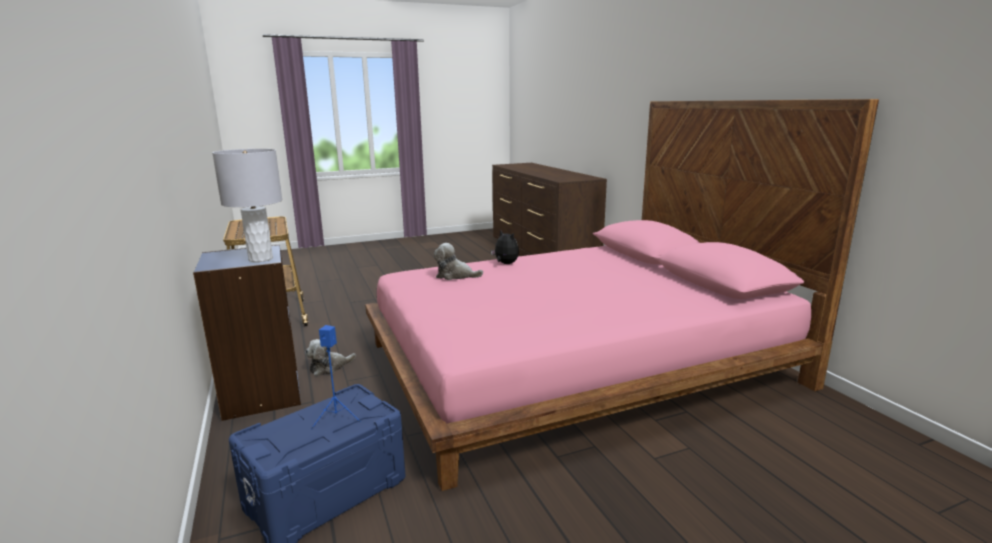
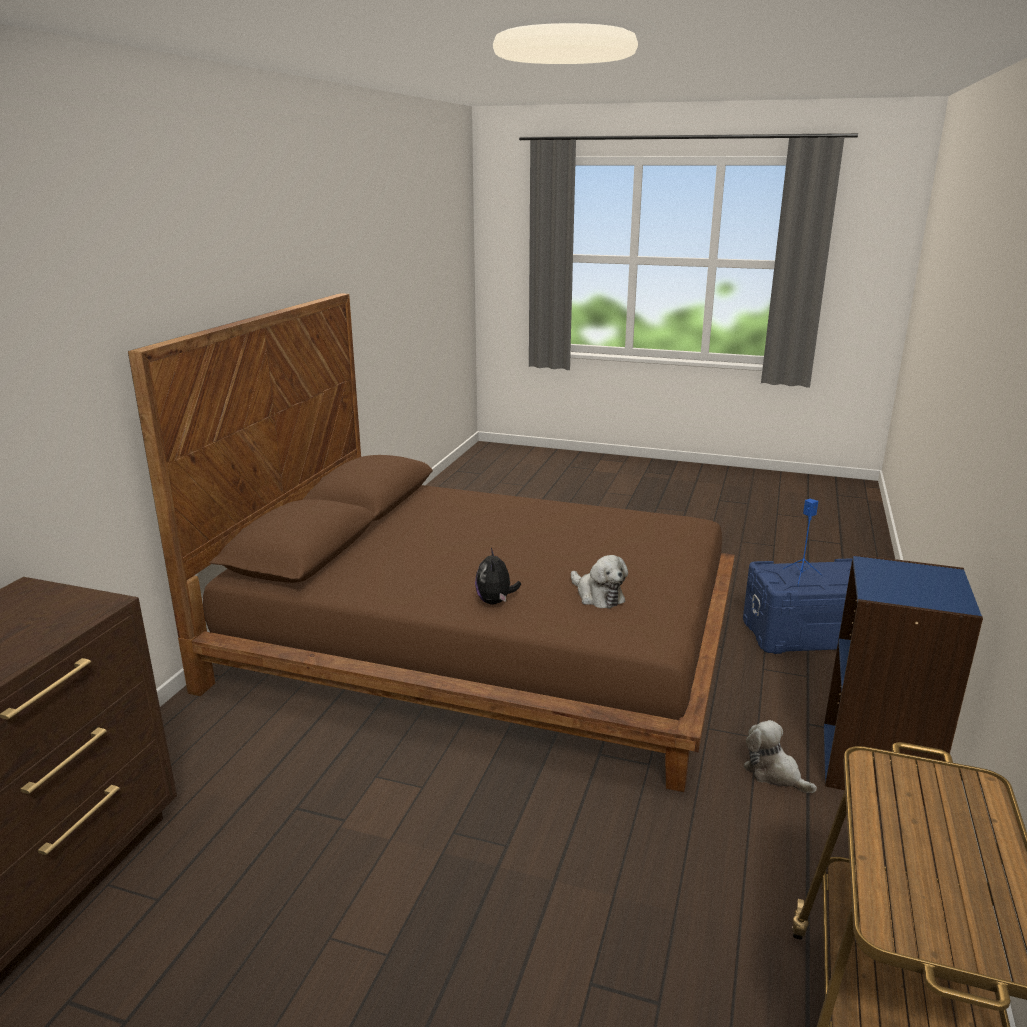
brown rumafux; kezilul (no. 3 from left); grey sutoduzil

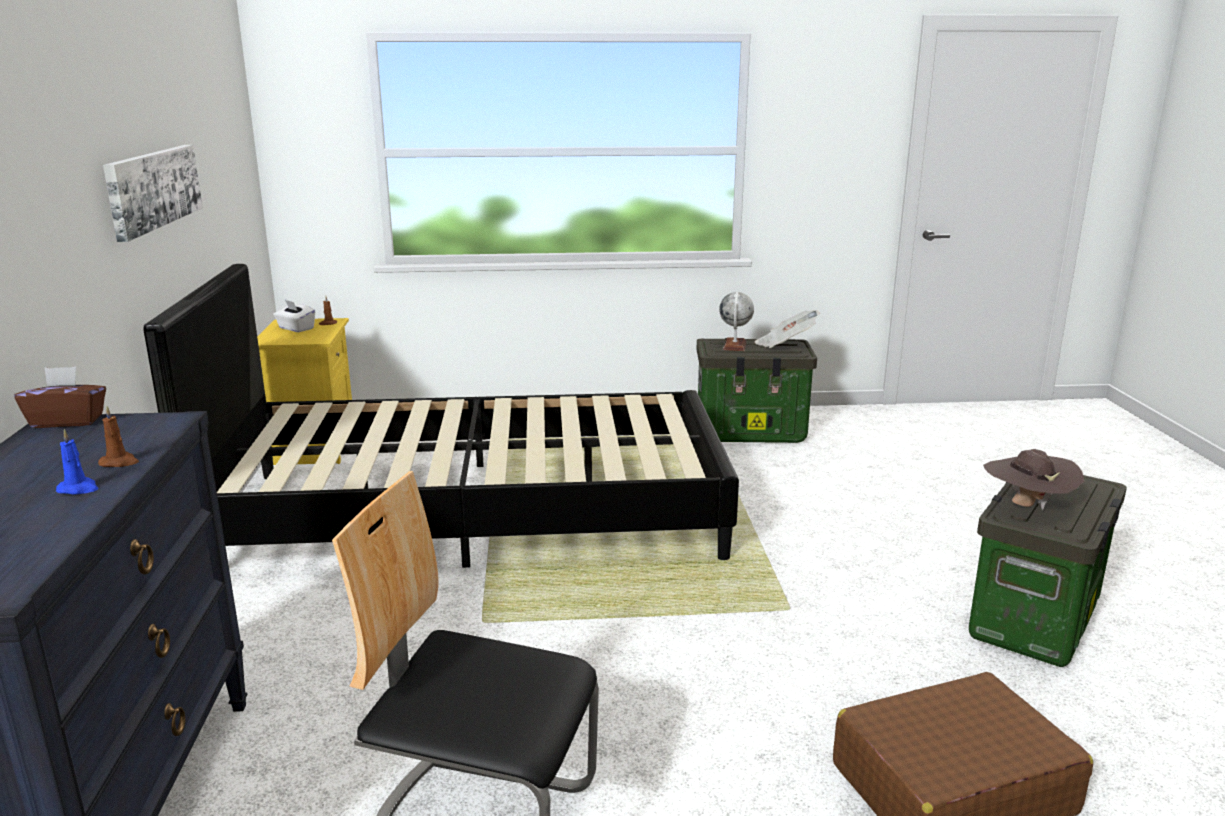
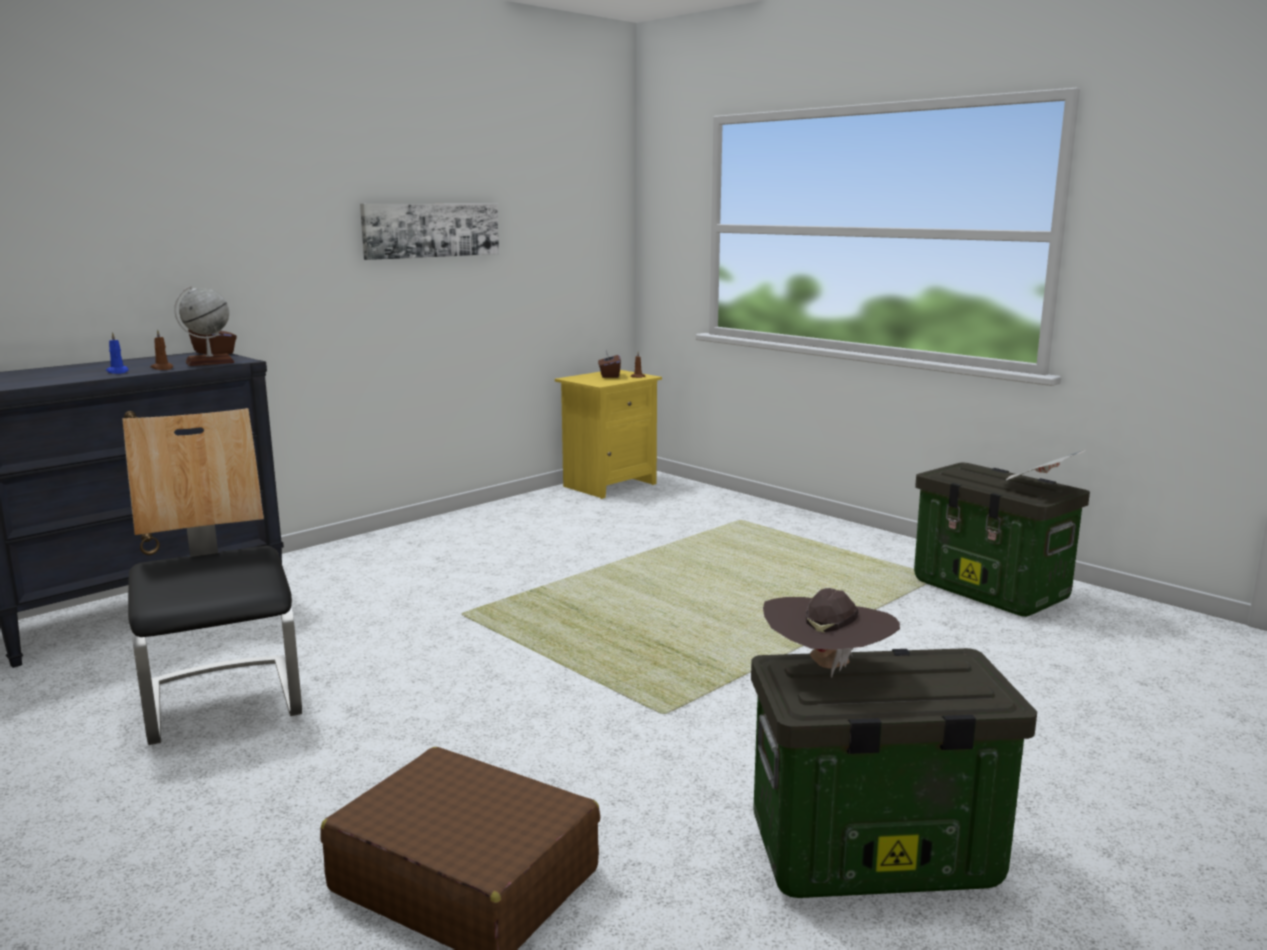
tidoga; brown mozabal (no. 2 from left); black rumafux

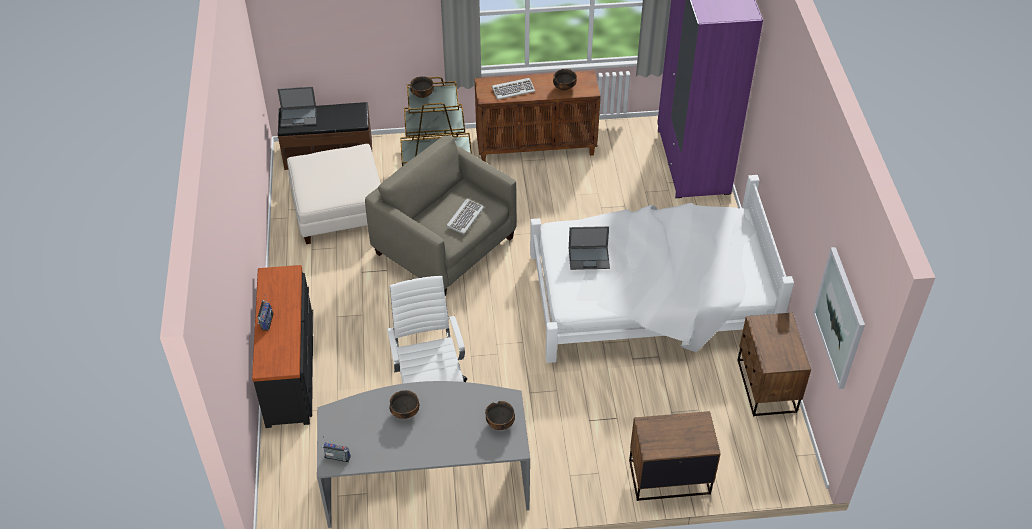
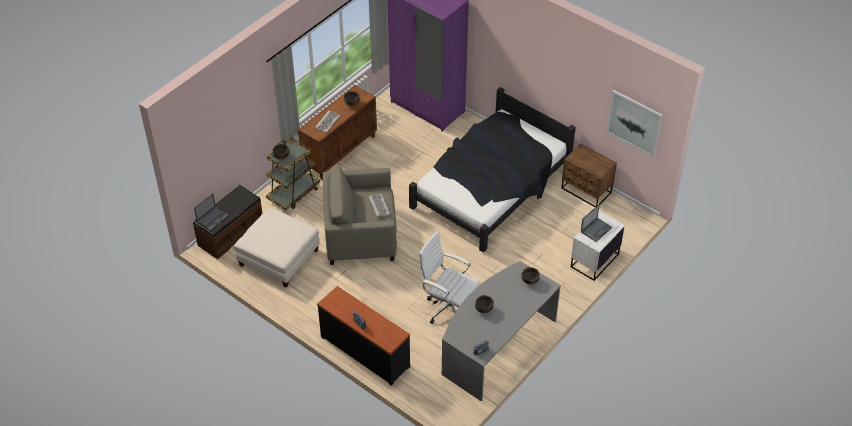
black rumafux; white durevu; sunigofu (no. 2 from left)

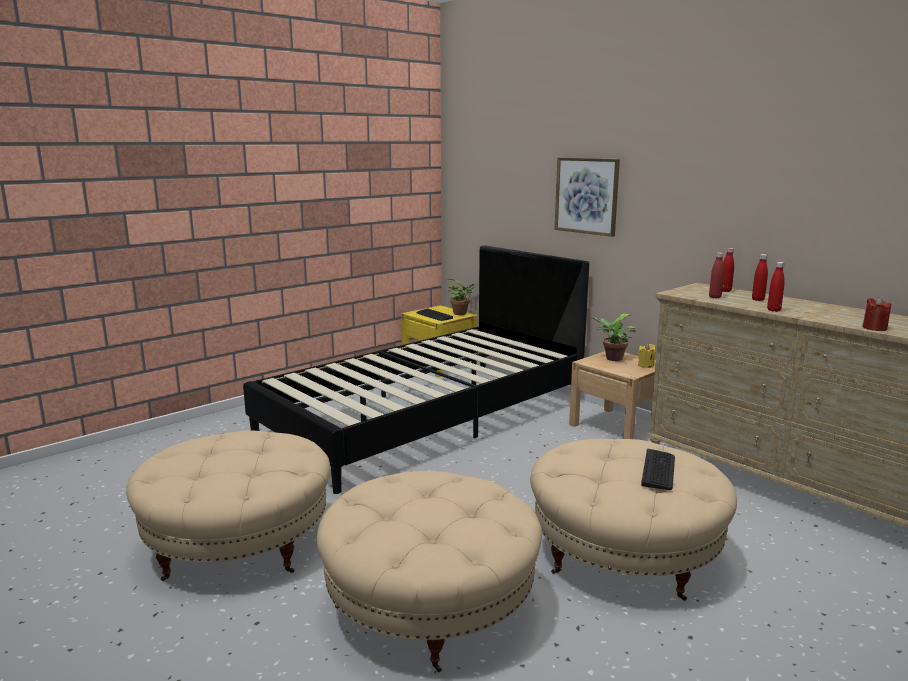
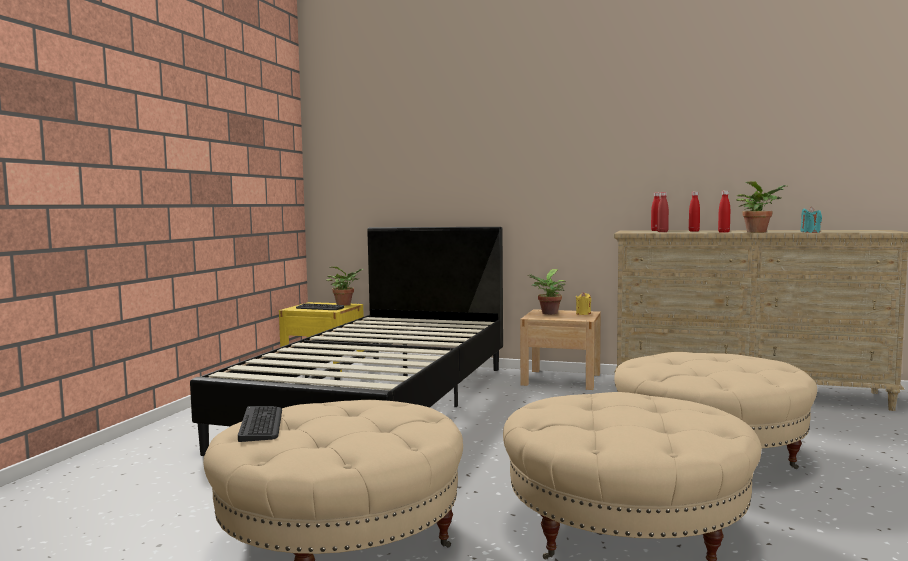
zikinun (no. 1 from left); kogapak (no. 3 from left); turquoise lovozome; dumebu

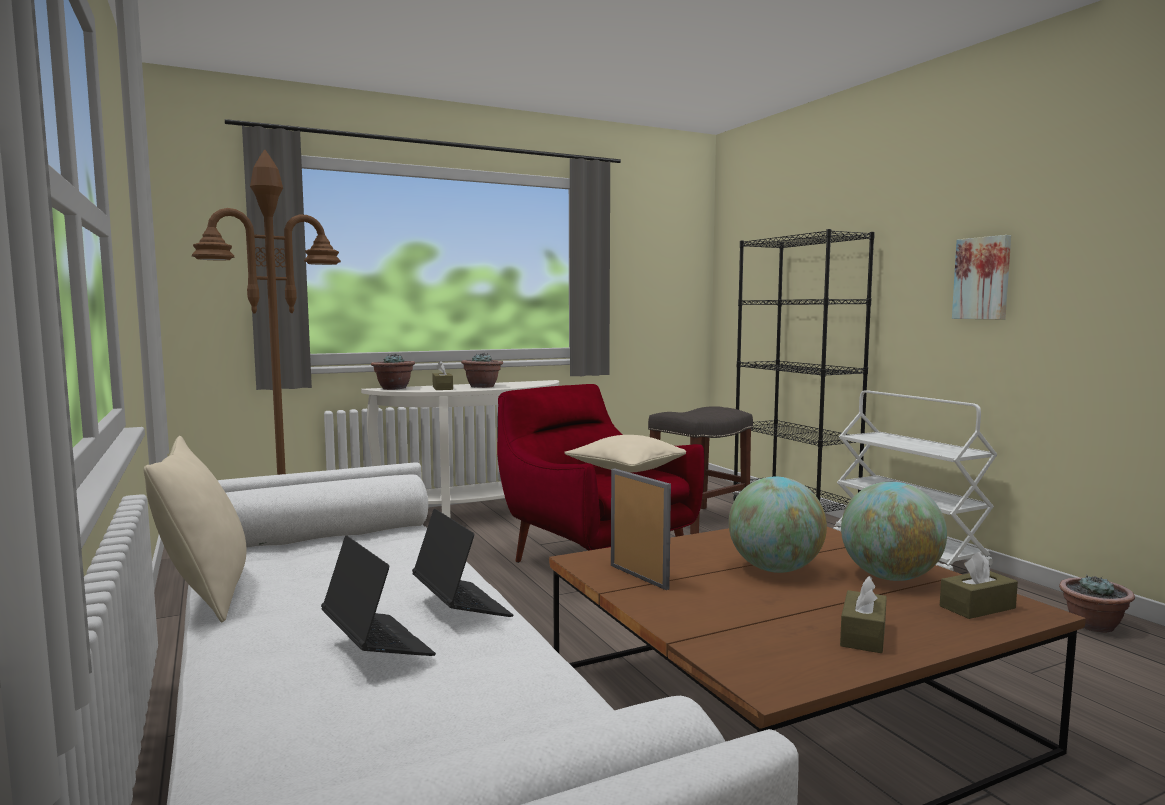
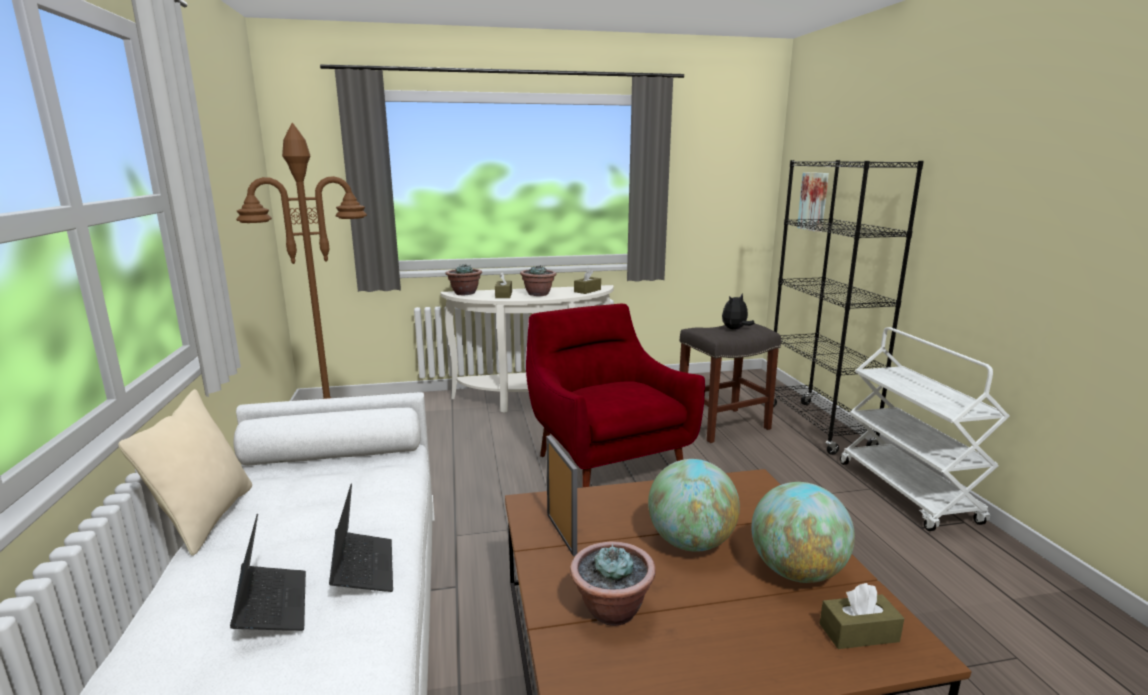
kogapak (no. 3 from left); brown mozabal (no. 2 from left); kezilul; dumebu; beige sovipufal (no. 2 from left in the first image)

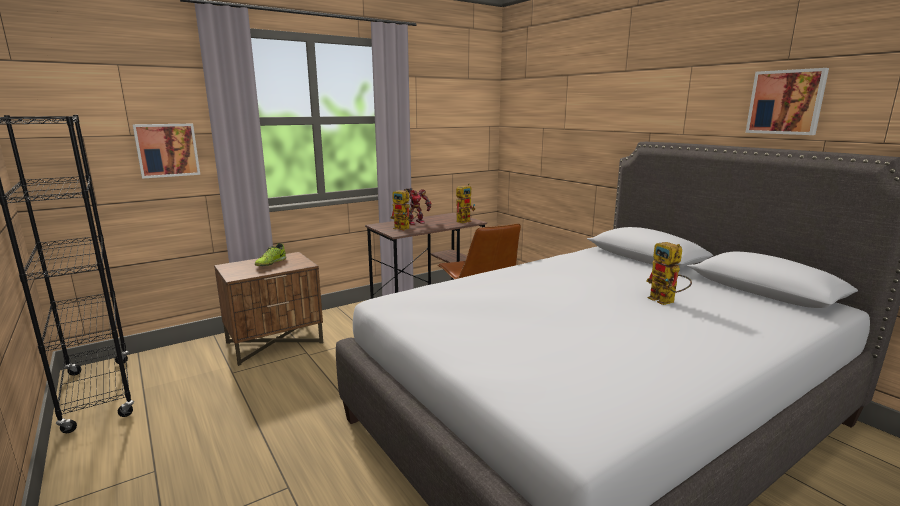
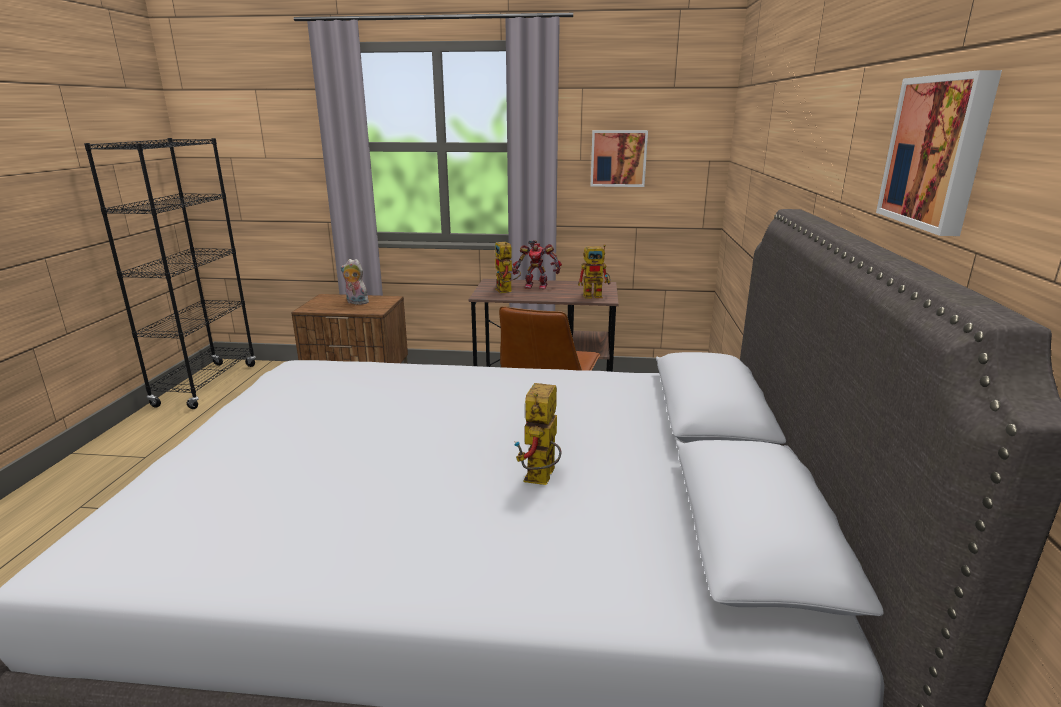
kezilul; dumebu (no. 1 from left)

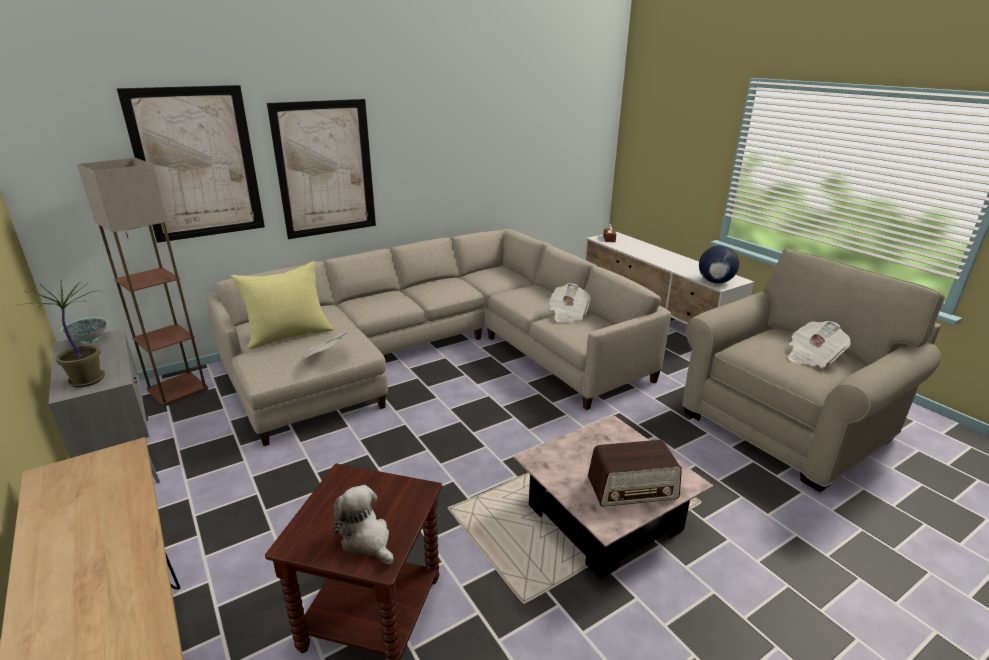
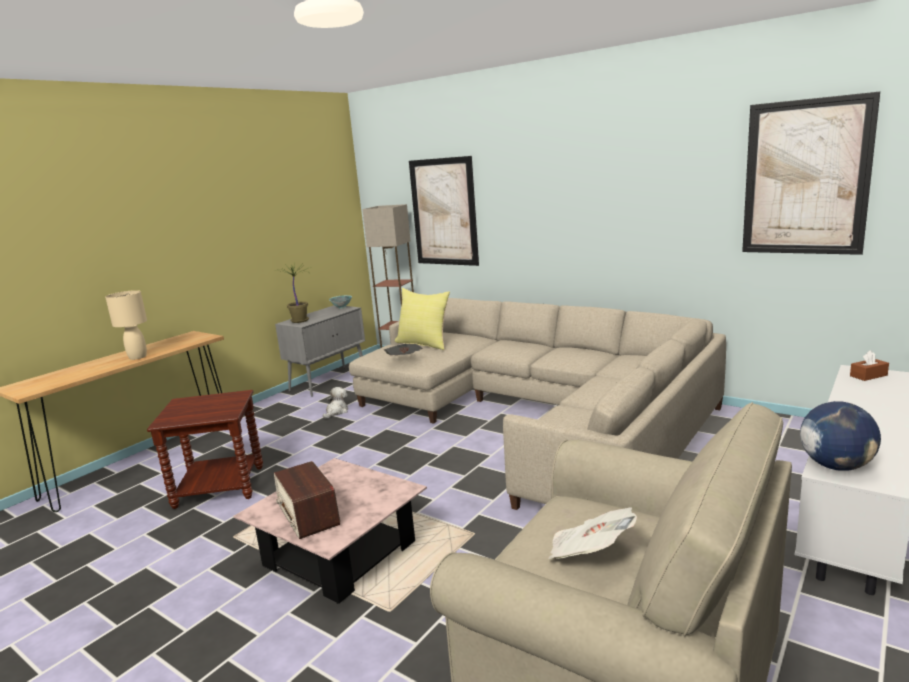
beige sutoduzil; kezilul; dumebu (no. 2 from left); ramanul (no. 2 from left in the first image)

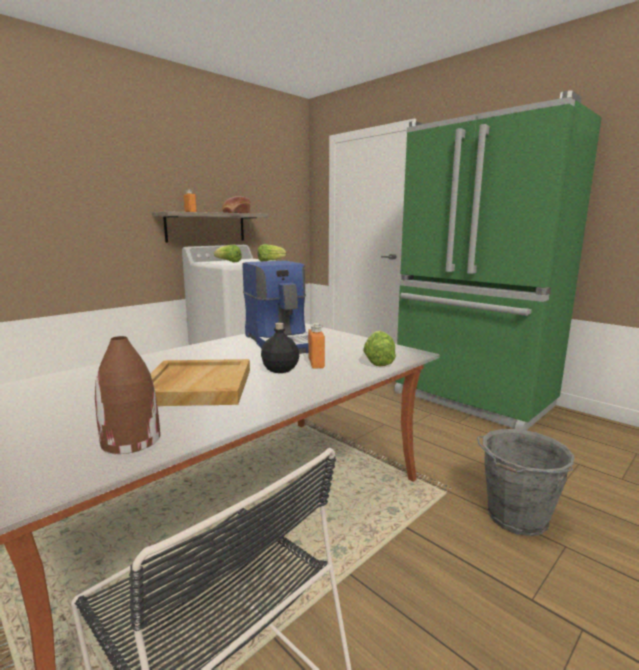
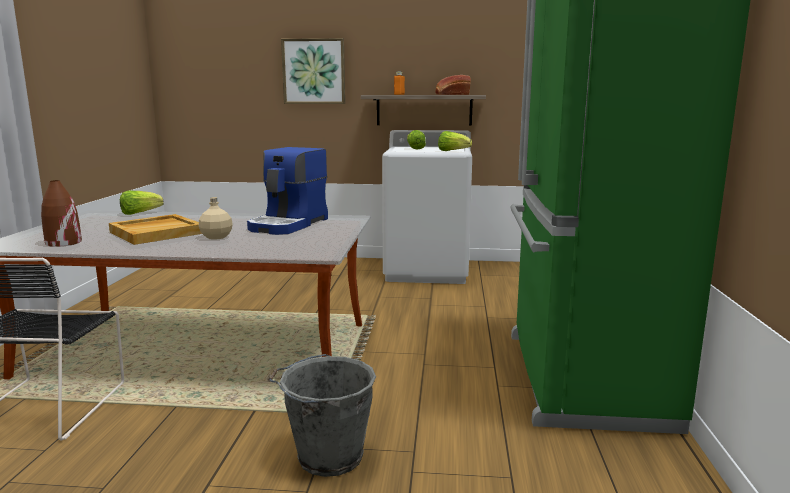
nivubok (no. 1 from left); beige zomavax; dumebu; orange zomavax (no. 2 from left in the first image)

